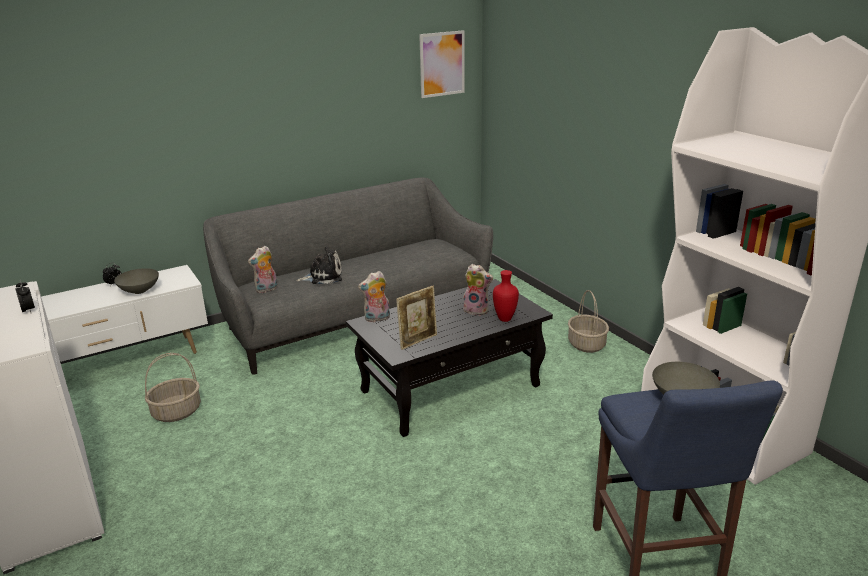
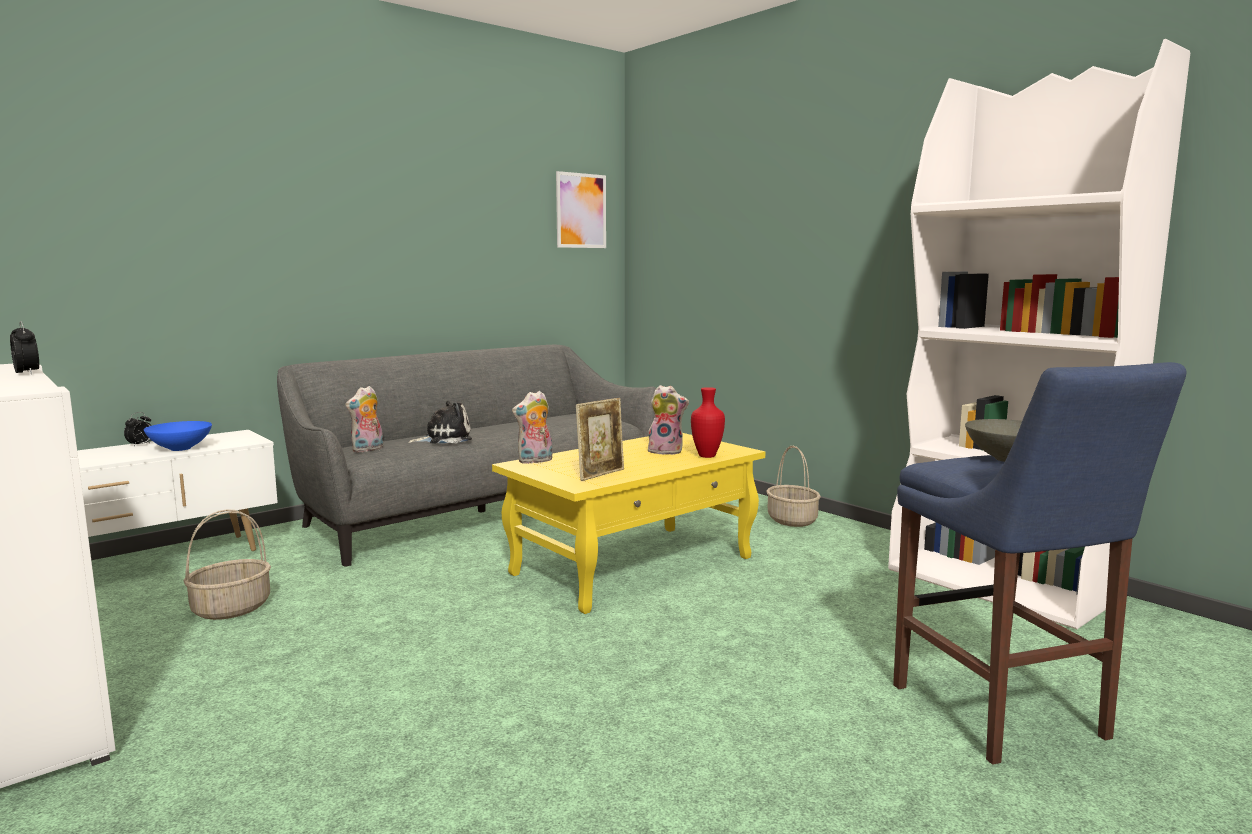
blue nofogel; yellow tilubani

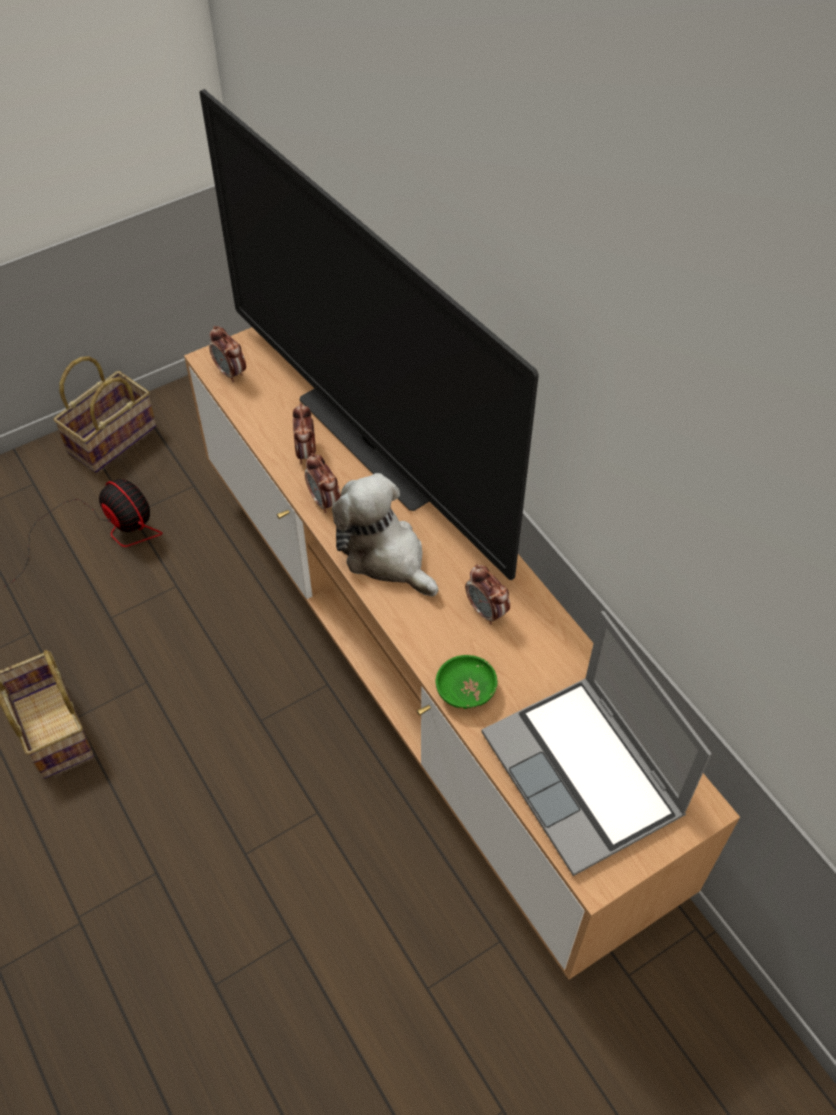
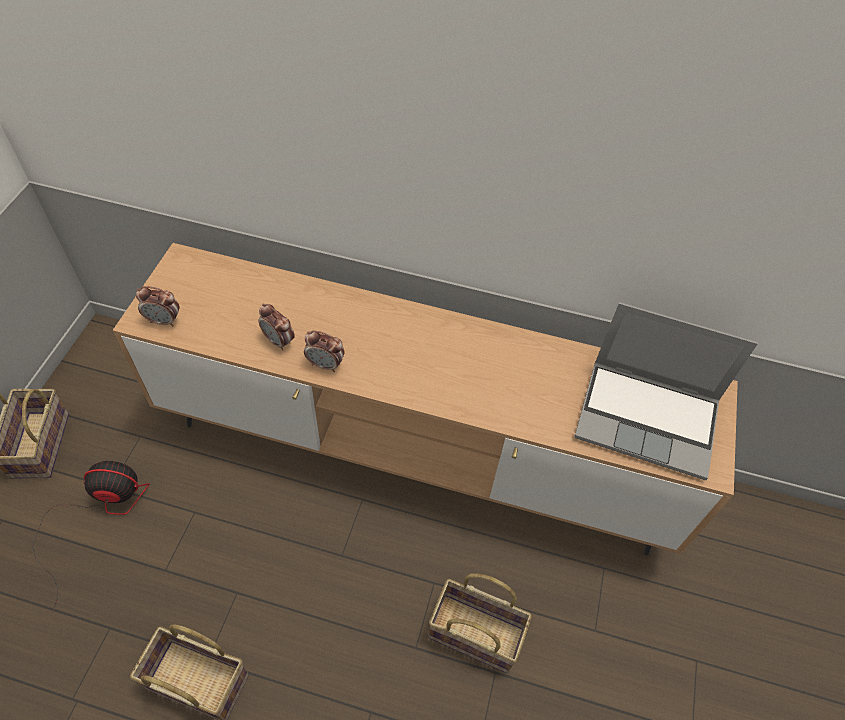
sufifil (no. 3 from left); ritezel; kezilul; green nofogel; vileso (no. 4 from left in the first image)

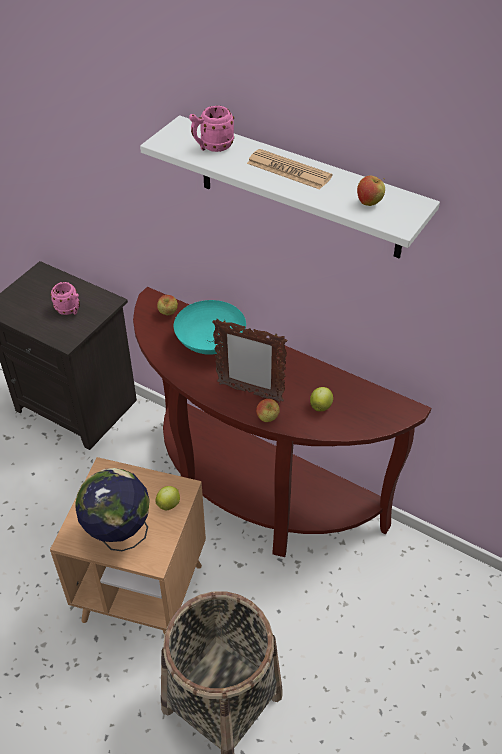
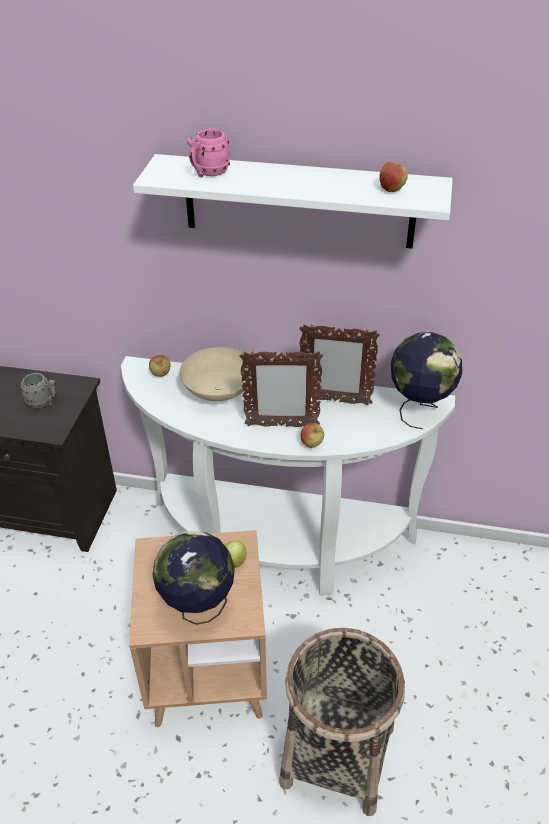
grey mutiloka; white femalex; beige nofogel; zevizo (no. 2 from left); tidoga (no. 2 from left); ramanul; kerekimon (no. 4 from left in the first image)

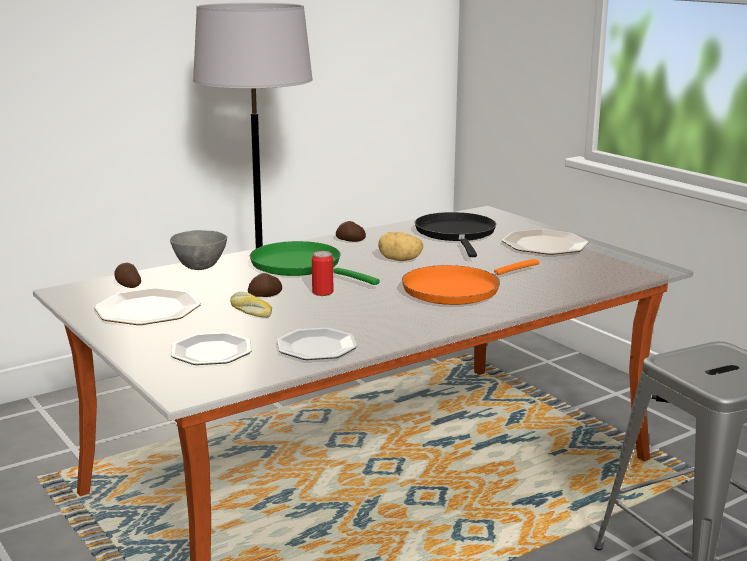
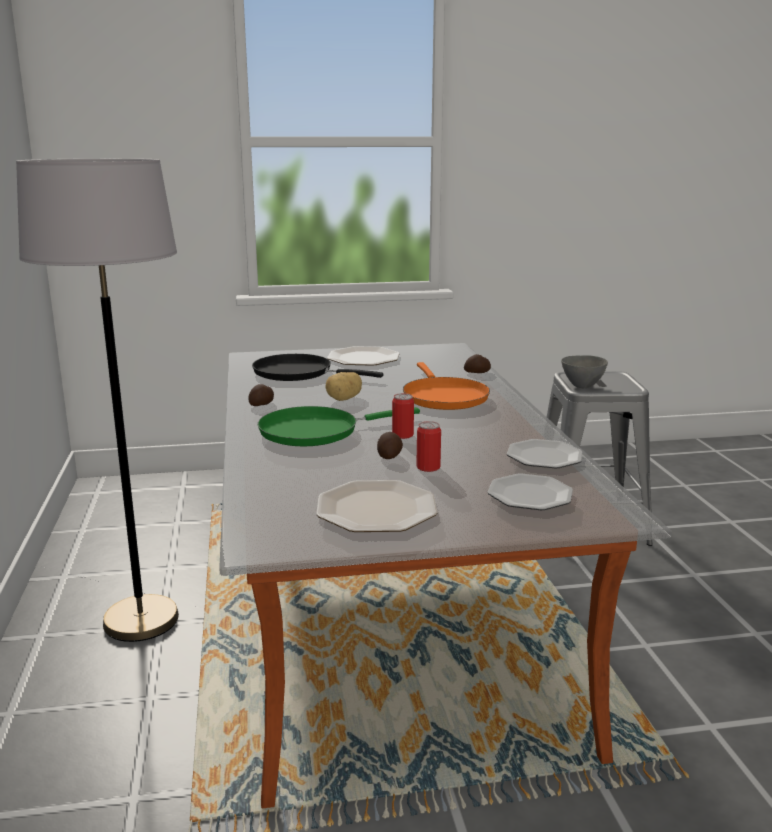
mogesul (no. 2 from left); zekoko (no. 4 from left); grey nofogel

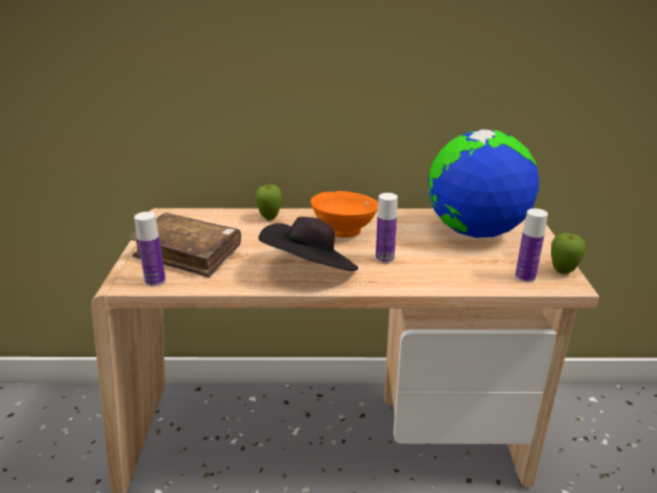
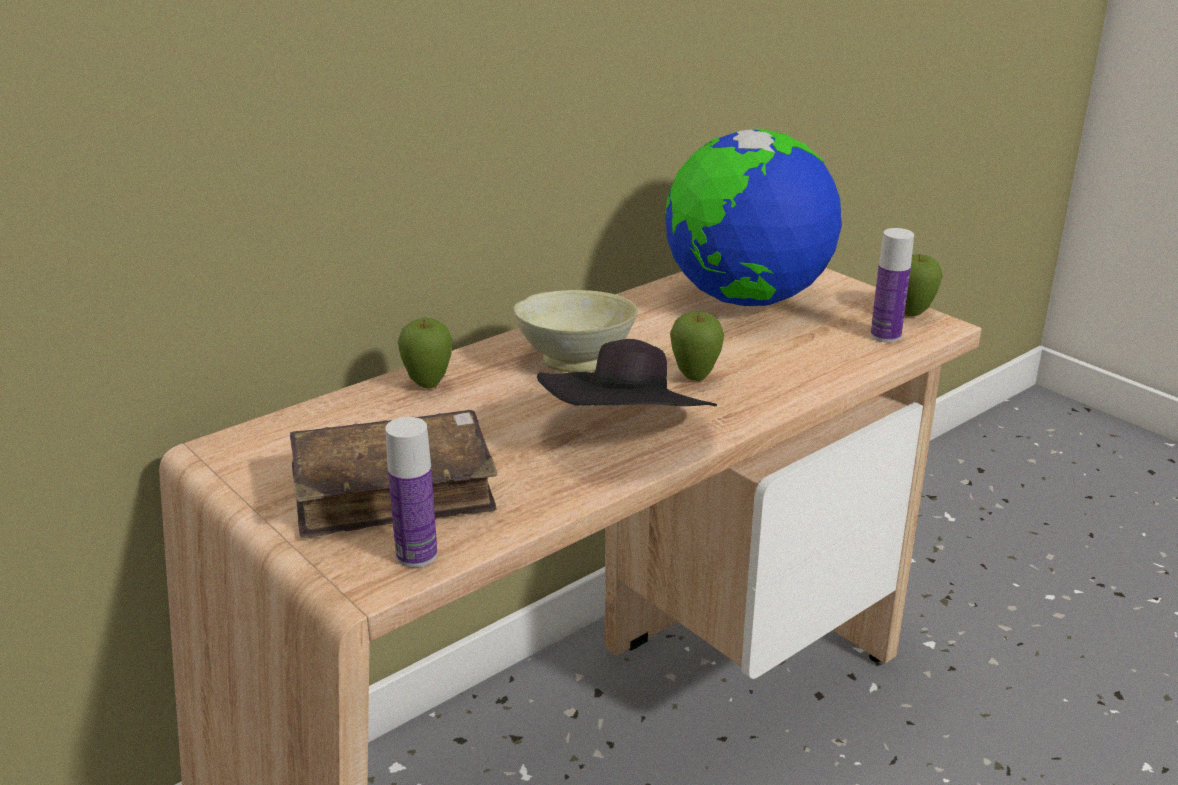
beige nofogel; kerekimon (no. 2 from left)

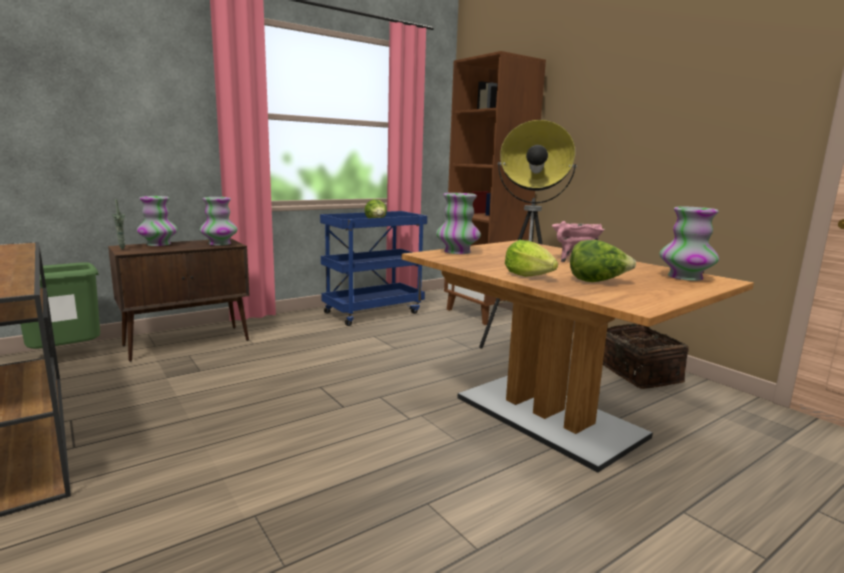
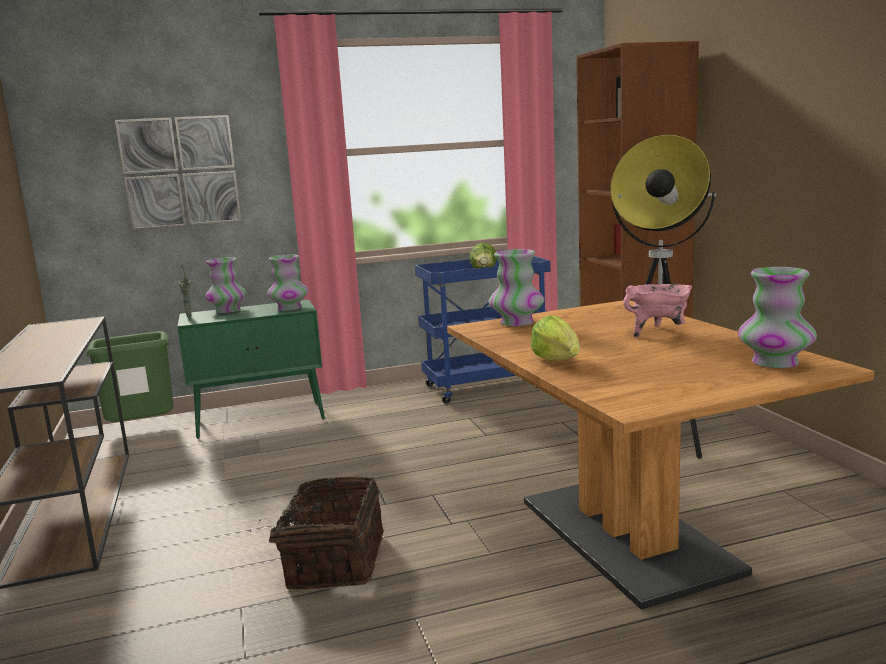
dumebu; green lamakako; sufifil; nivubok (no. 3 from left in the first image)

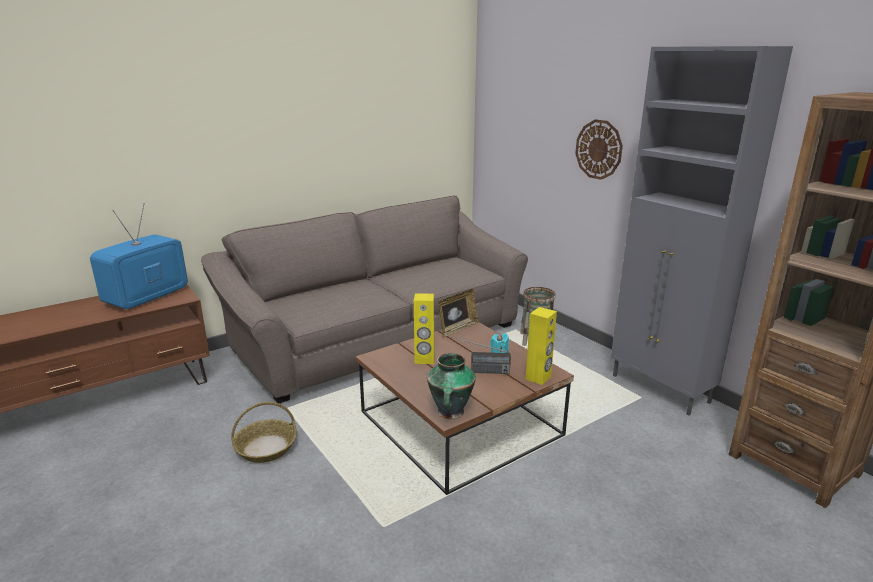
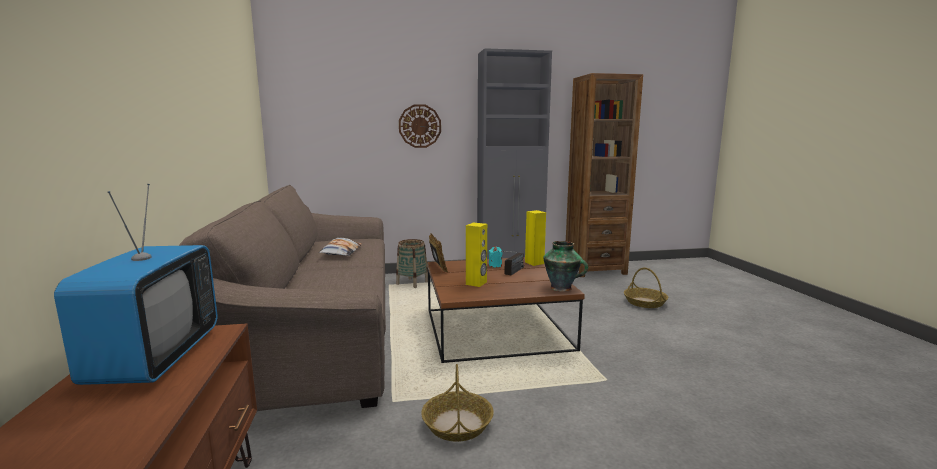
ritezel; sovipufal; sufifil (no. 3 from left)

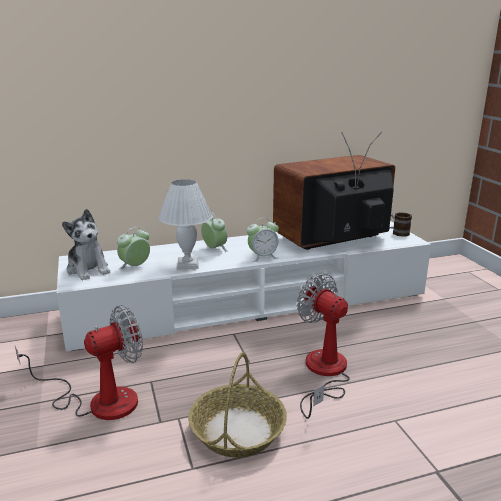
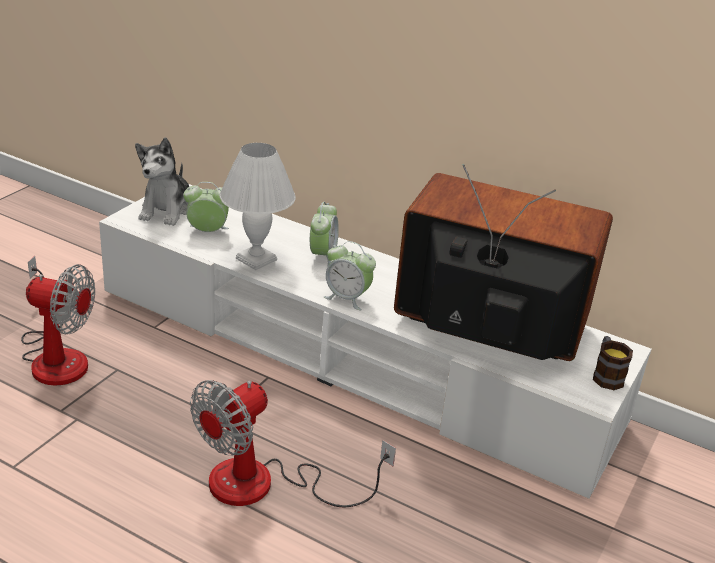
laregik (no. 2 from left); sufifil

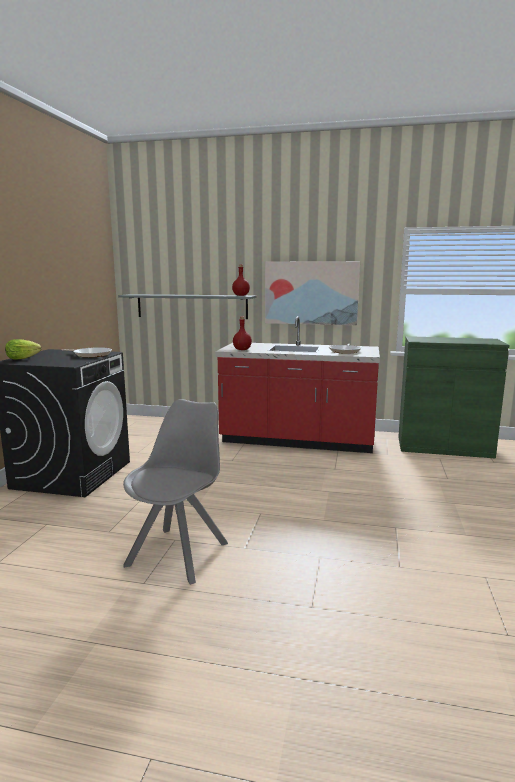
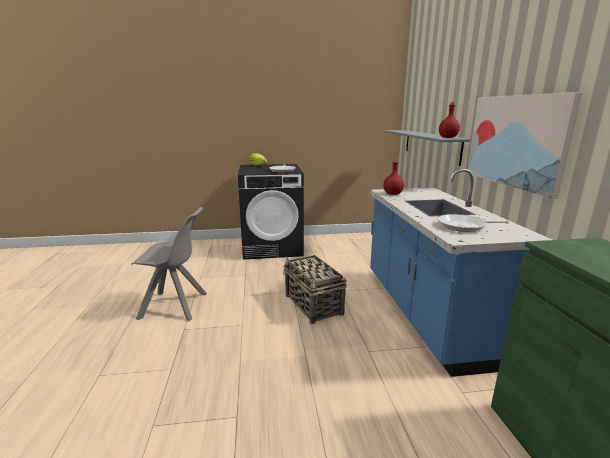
sufifil; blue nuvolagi

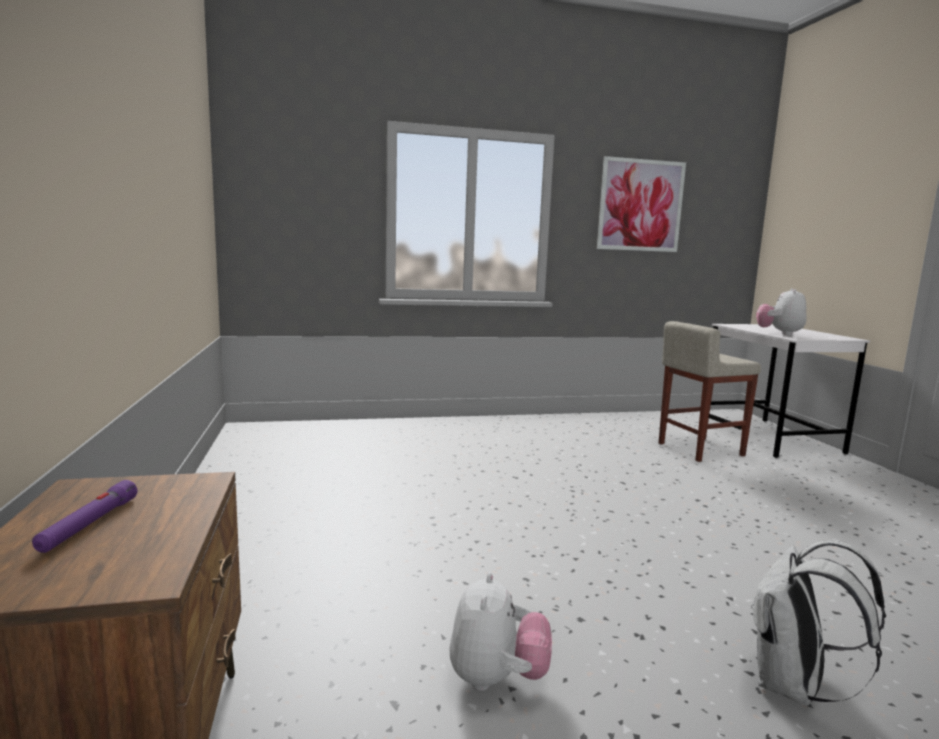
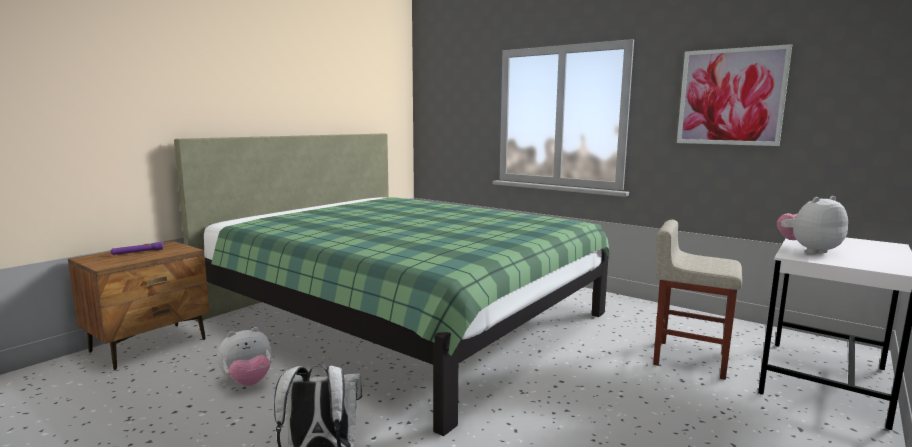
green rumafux

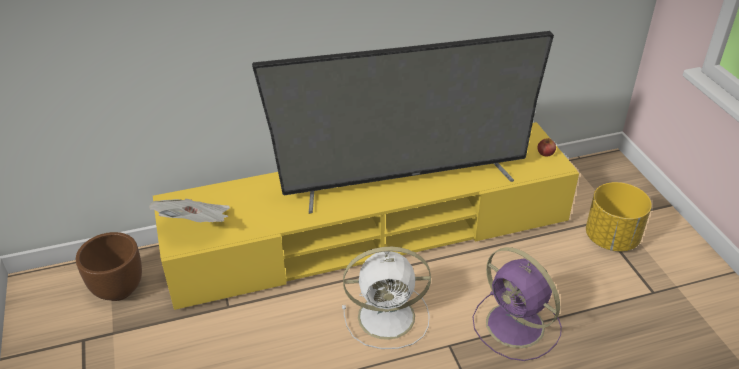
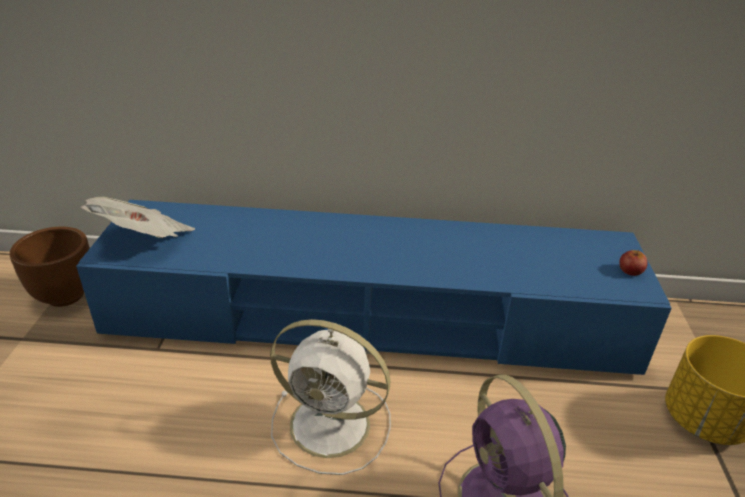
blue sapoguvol; ritezel

